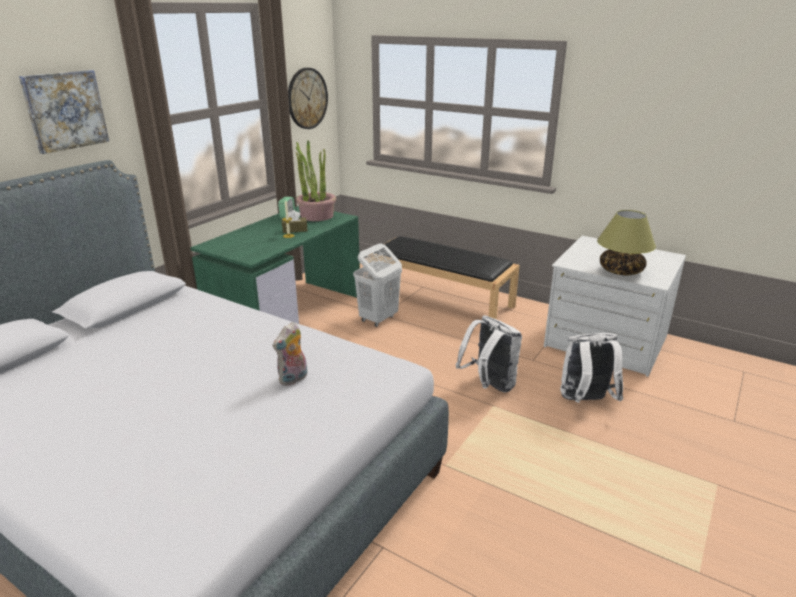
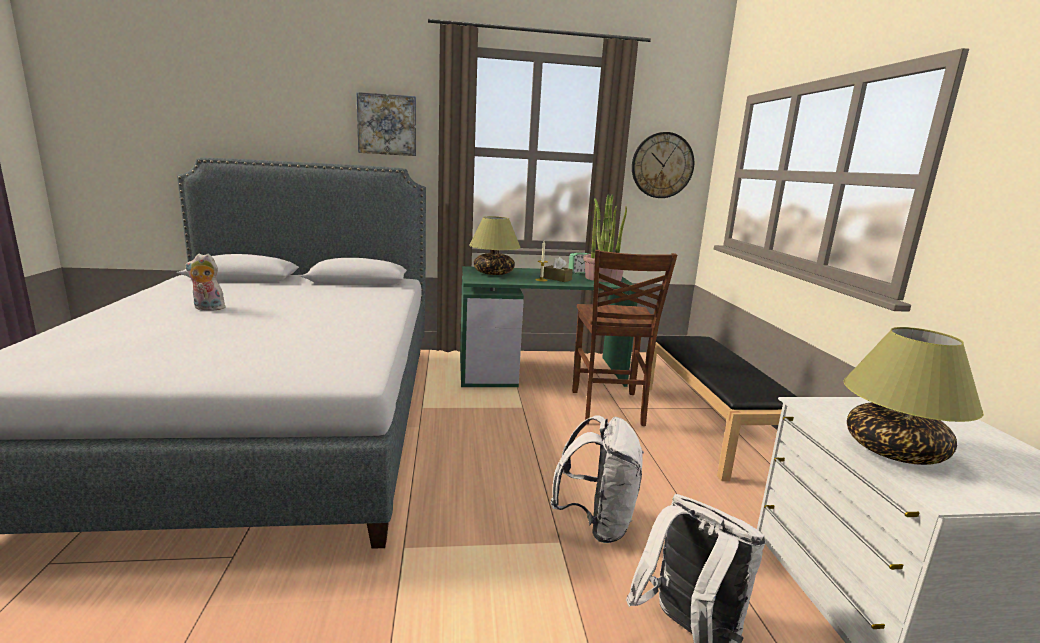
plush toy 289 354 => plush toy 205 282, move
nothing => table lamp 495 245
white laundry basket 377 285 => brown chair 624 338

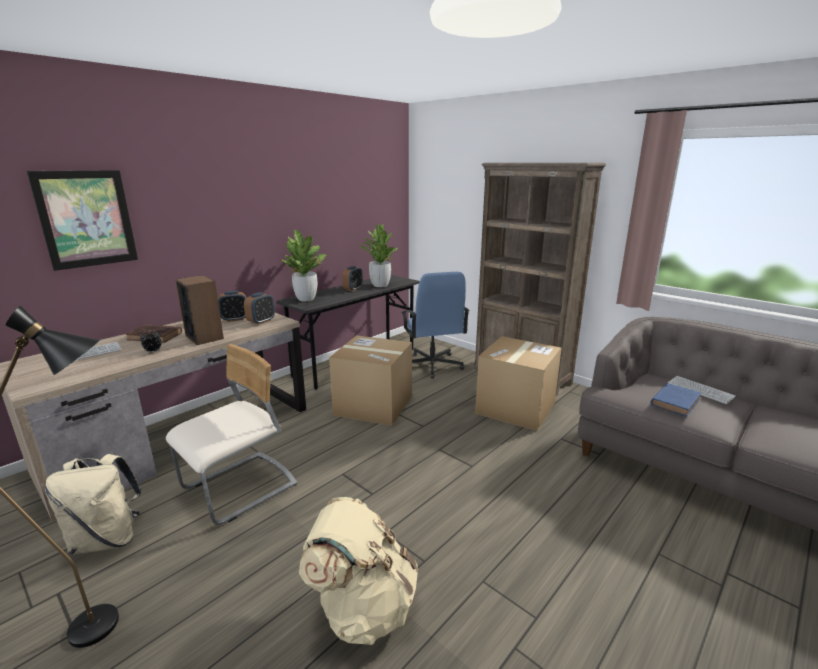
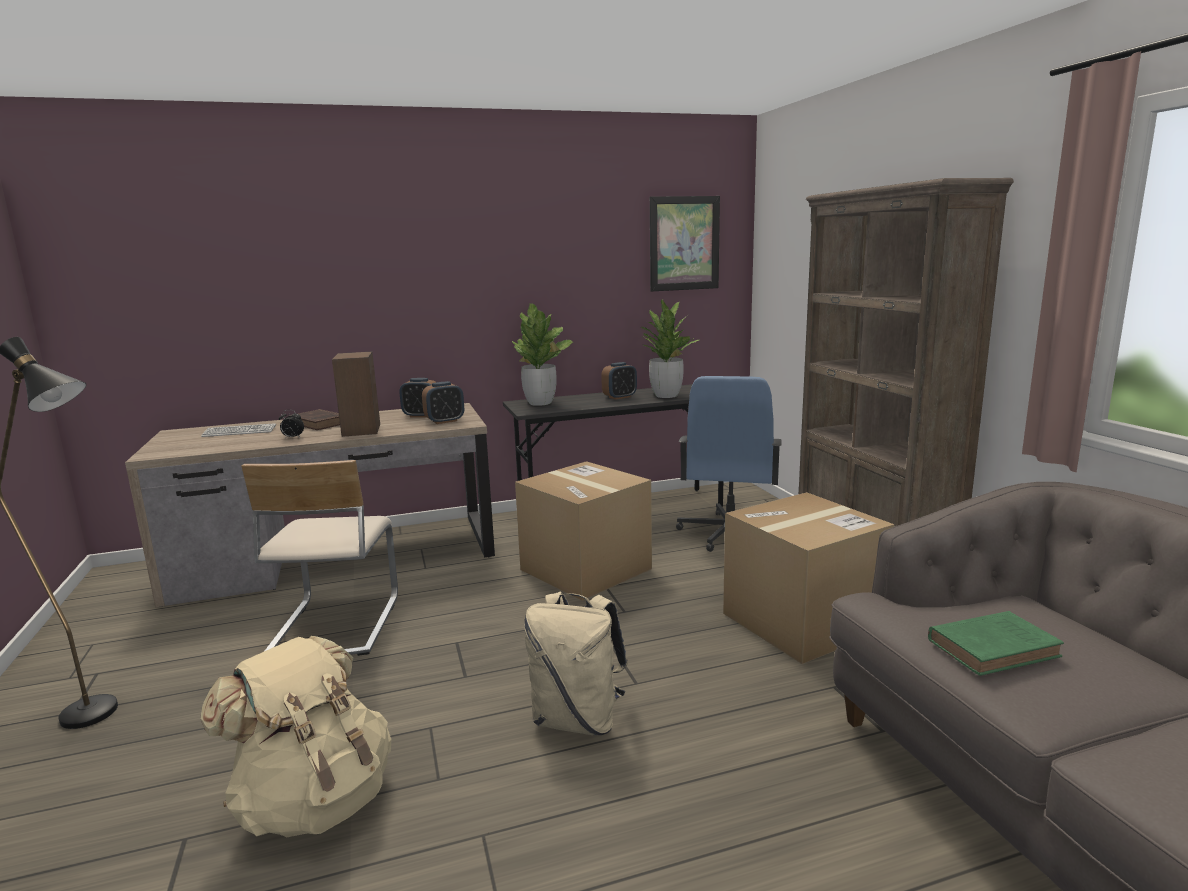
beige chair 231 434 => beige chair 319 558, 105 degrees clockwise
beige backpack 93 504 => beige backpack 576 663, move
picture 82 220 => picture 685 244, move
blue book 676 400 => green book 996 643
keyboard 702 390 => nothing

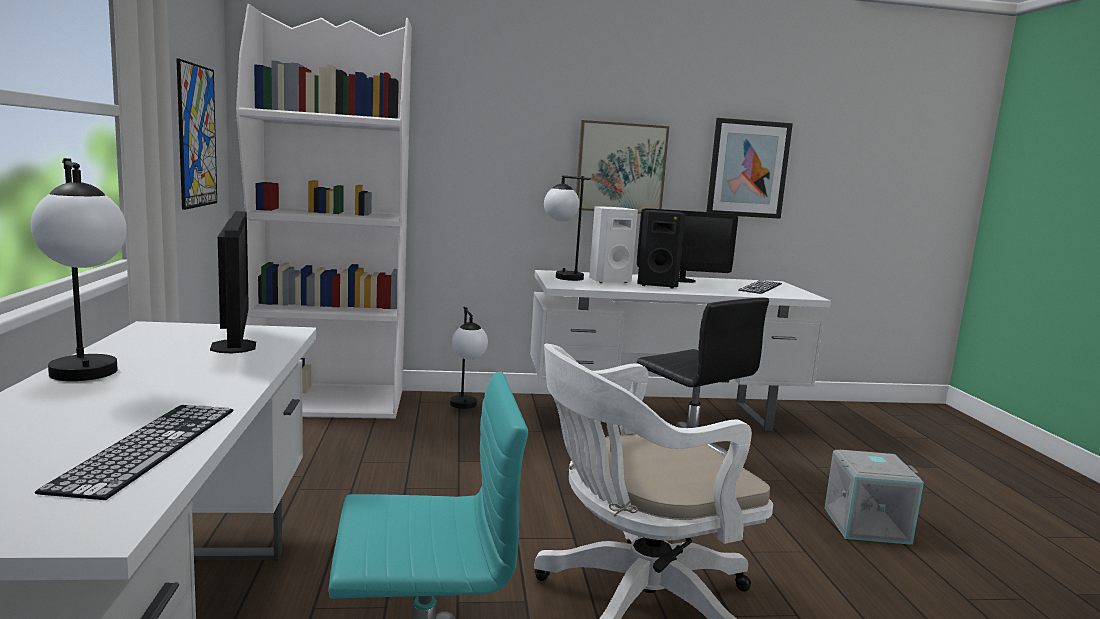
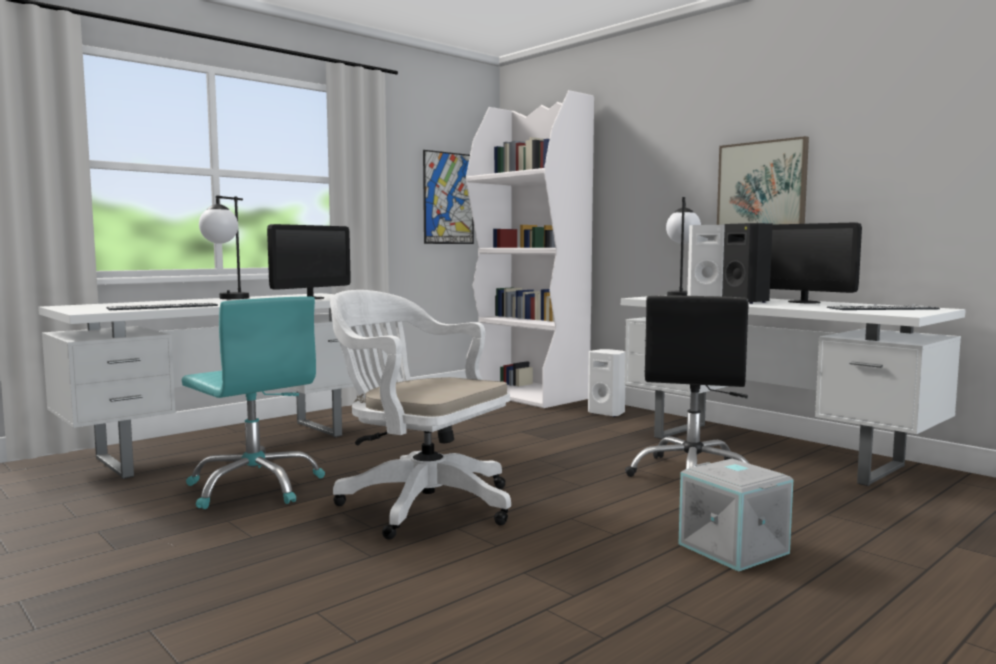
table lamp 469 358 => white speaker 606 383
picture 750 168 => nothing

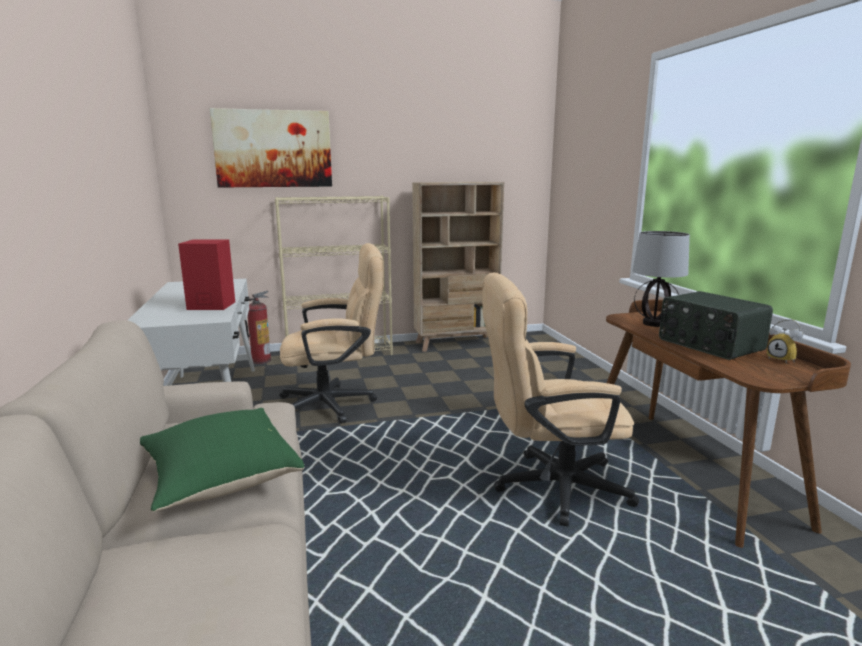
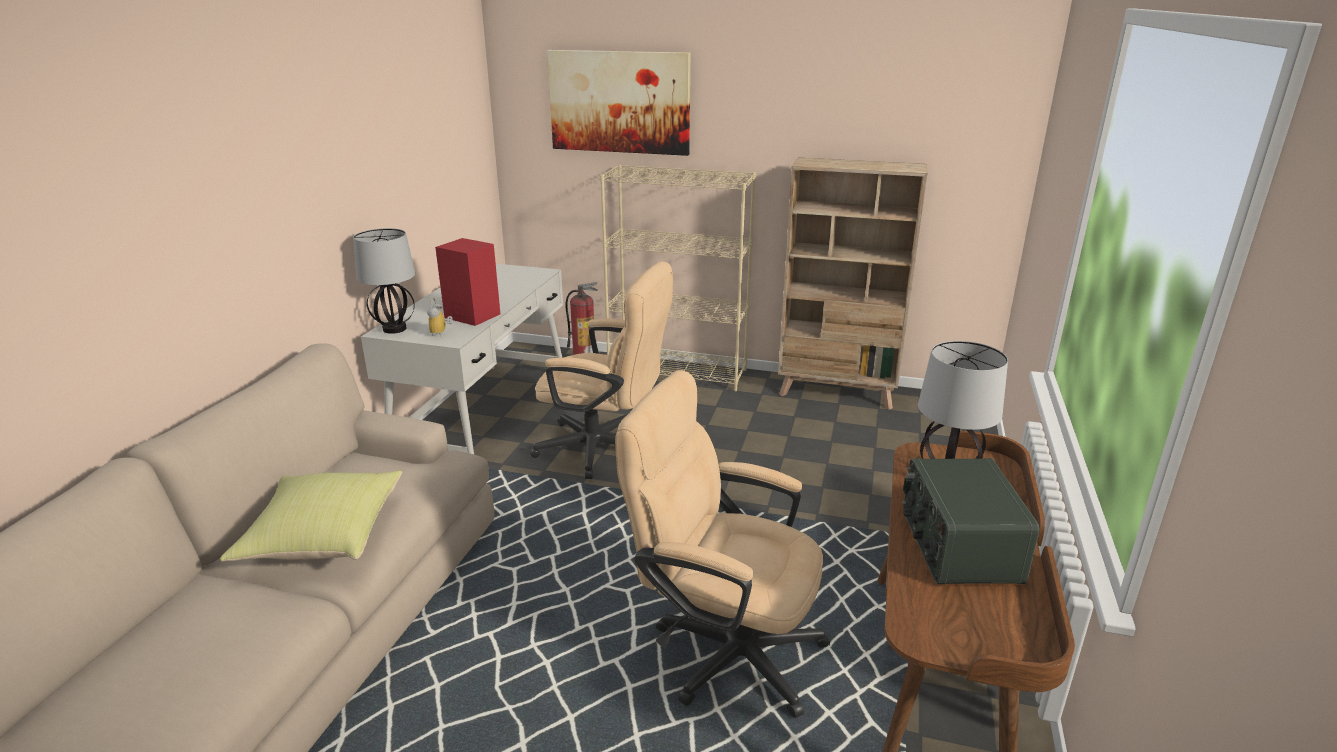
green pillow 222 460 => yellow pillow 311 516
nothing => table lamp 384 281
alarm clock 785 341 => alarm clock 440 317, move

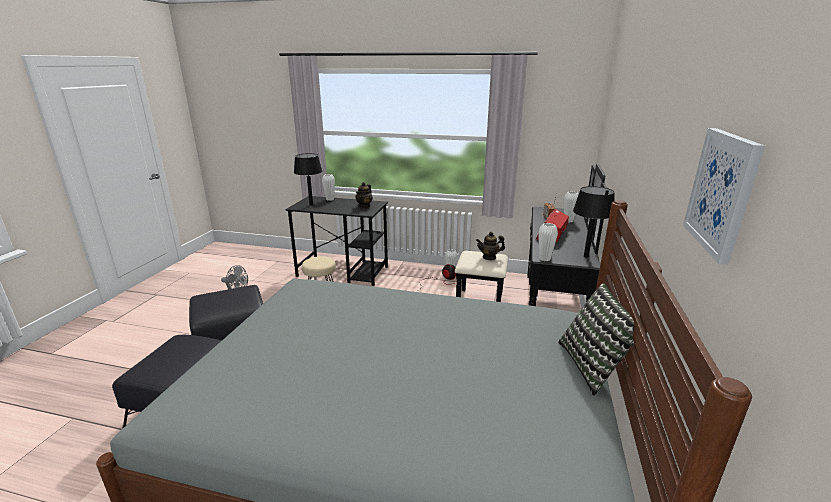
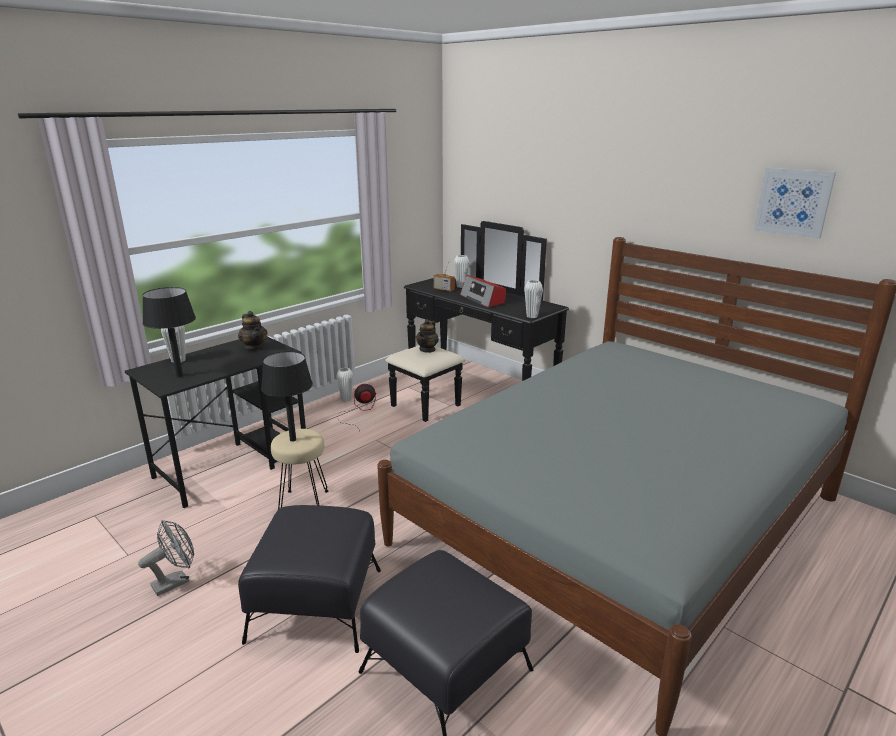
black table lamp 594 222 => black table lamp 287 396, move
pillow 596 339 => nothing

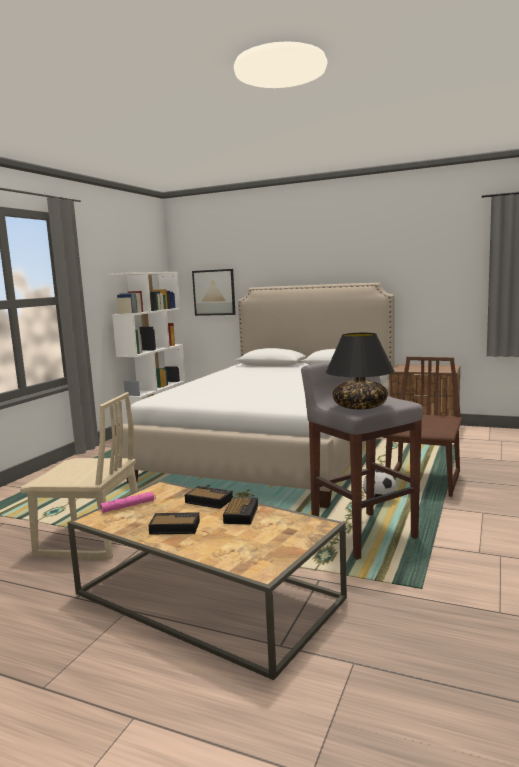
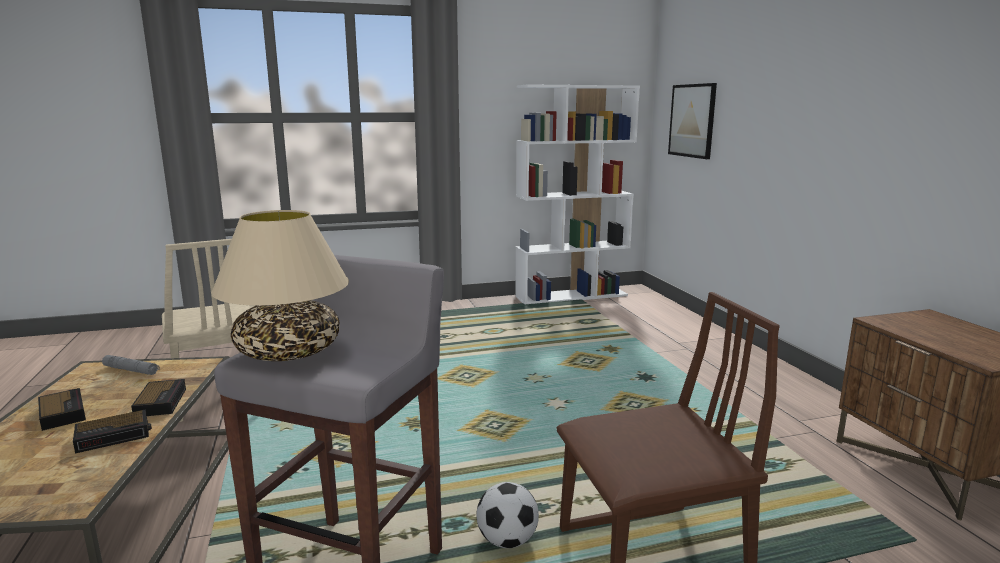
pink flashlight 128 502 => grey flashlight 131 365
black table lamp 360 371 => beige table lamp 280 285
bed 257 395 => nothing

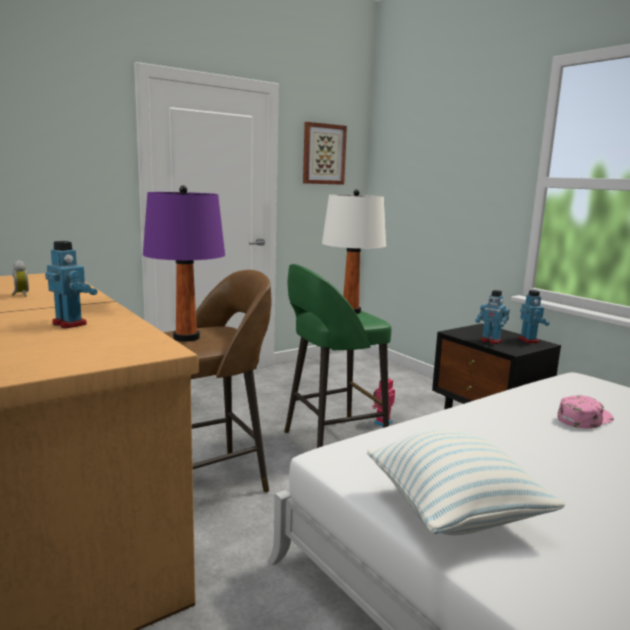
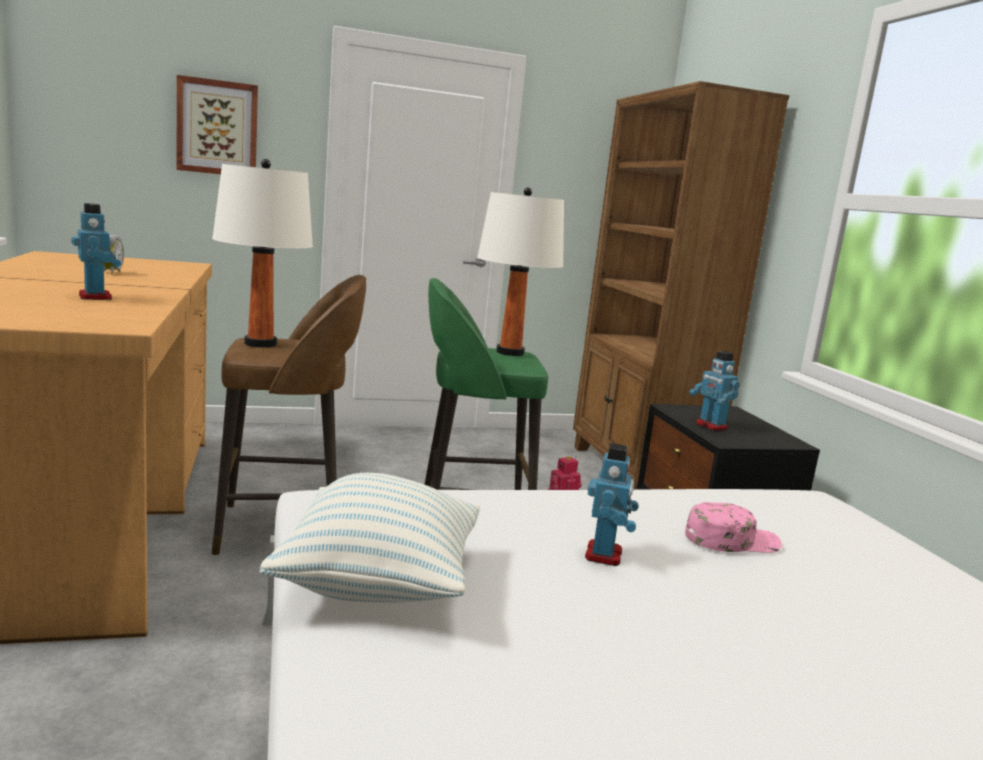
picture 325 153 => picture 217 124, move
purple table lamp 184 263 => white table lamp 262 253
nothing => brown bookcase 681 285
toy robot 534 316 => toy robot 612 504, move

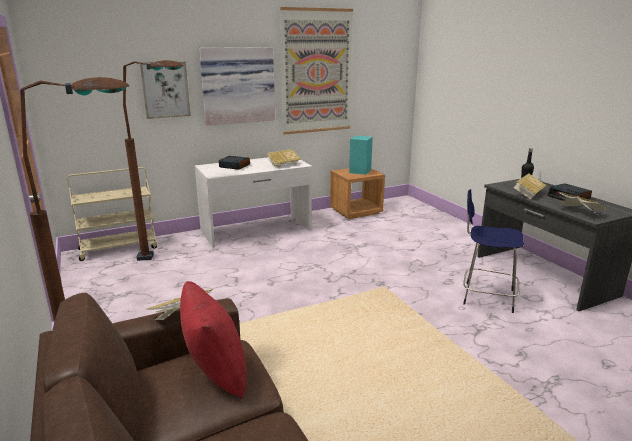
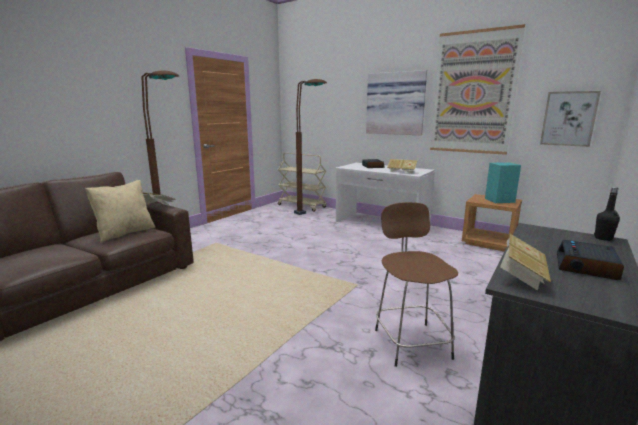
red pillow 213 340 => beige pillow 120 211
blue stool 493 251 => brown stool 416 284
picture 165 90 => picture 570 119, move
book 529 187 => nothing

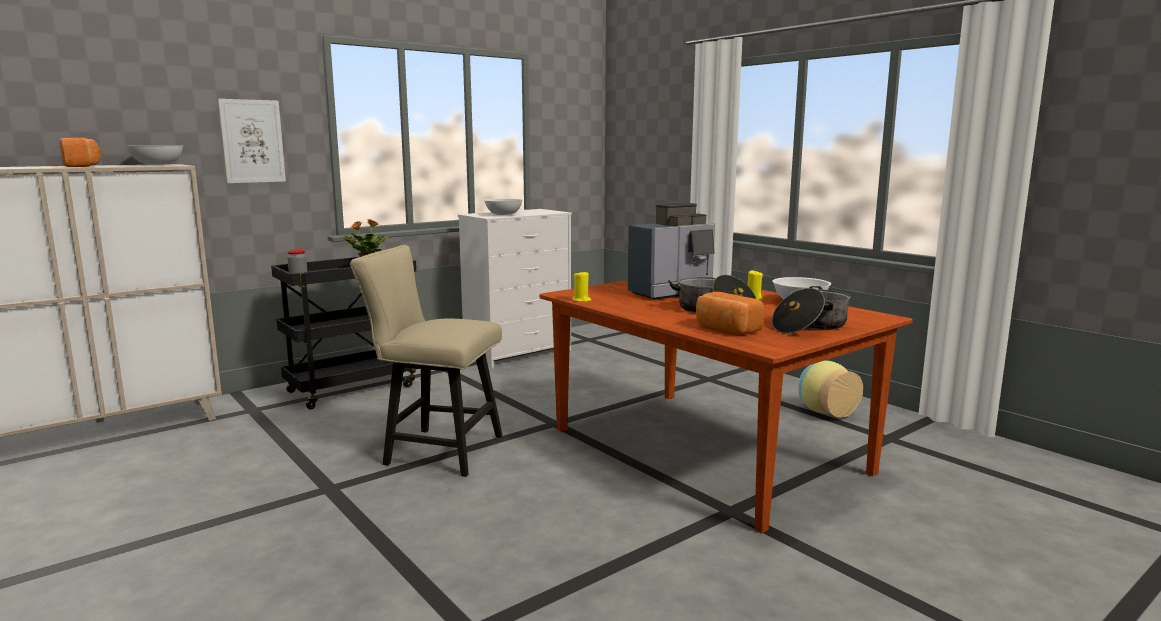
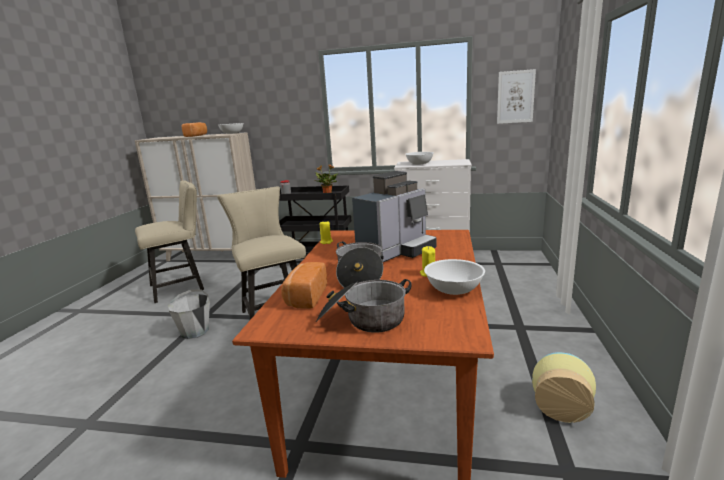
nothing => beige chair 169 241
nothing => grey bucket 189 314
coffee machine 671 251 => coffee machine 394 216, 60 degrees counterclockwise
picture 252 141 => picture 516 96, move

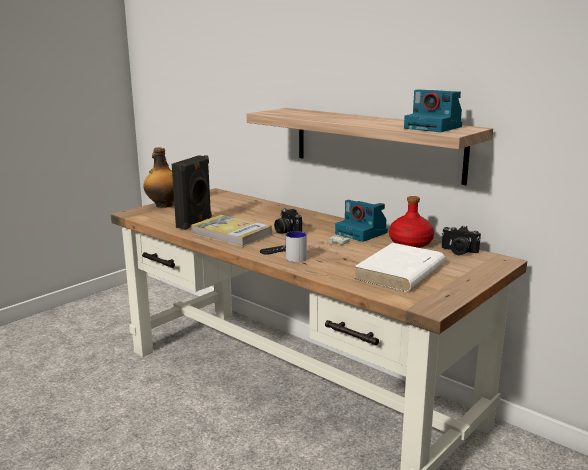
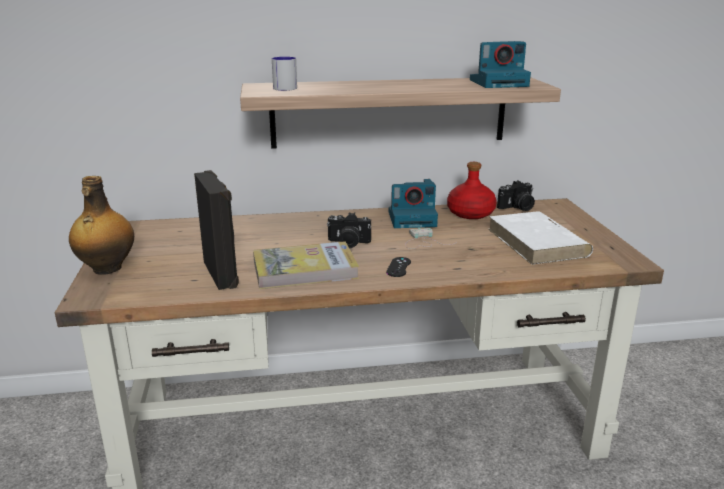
mug 296 246 => mug 284 74, move

